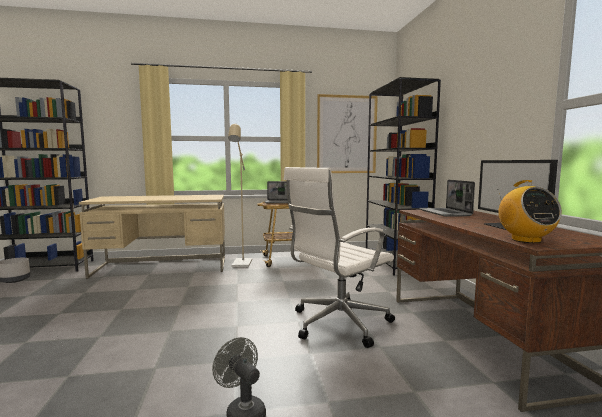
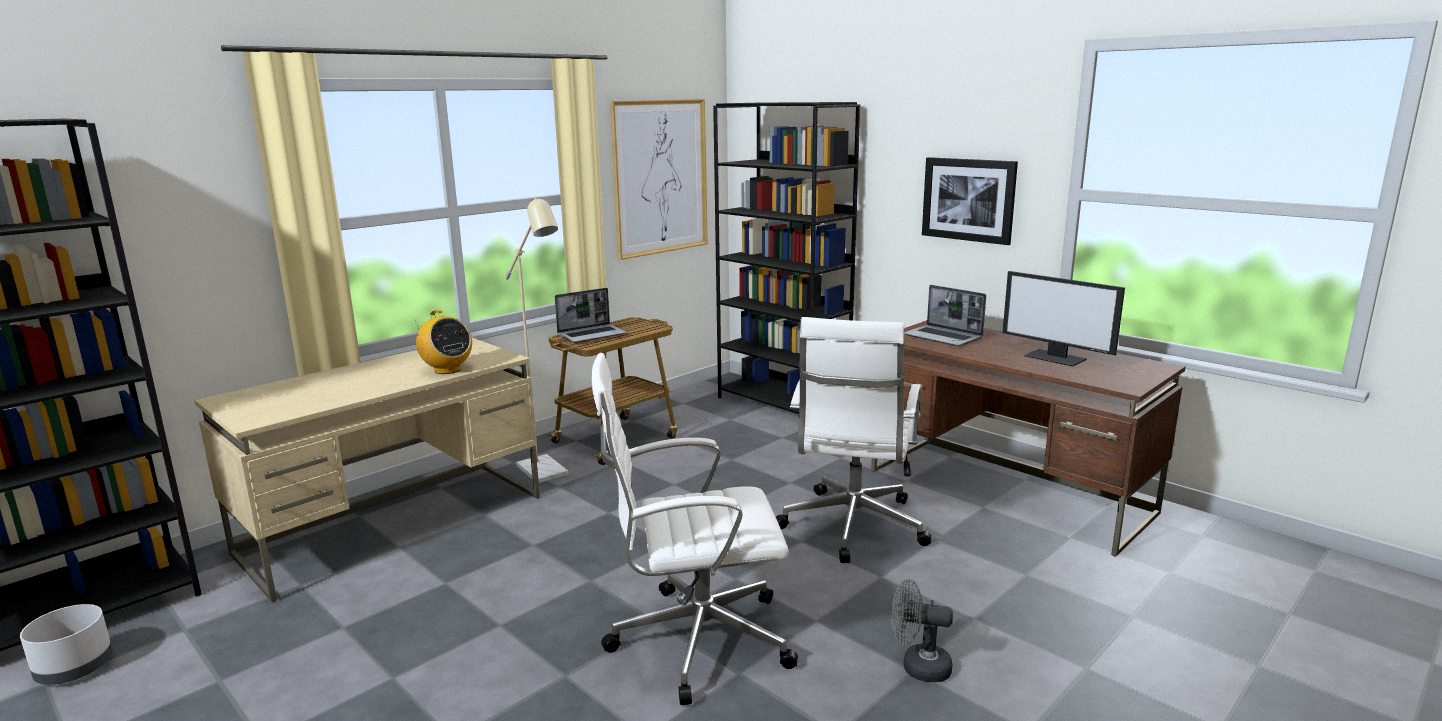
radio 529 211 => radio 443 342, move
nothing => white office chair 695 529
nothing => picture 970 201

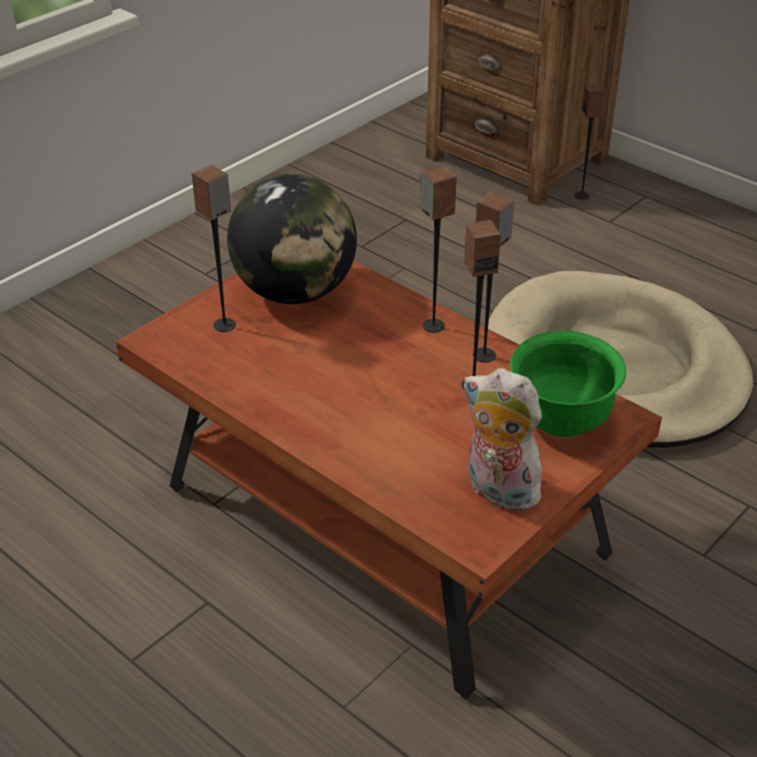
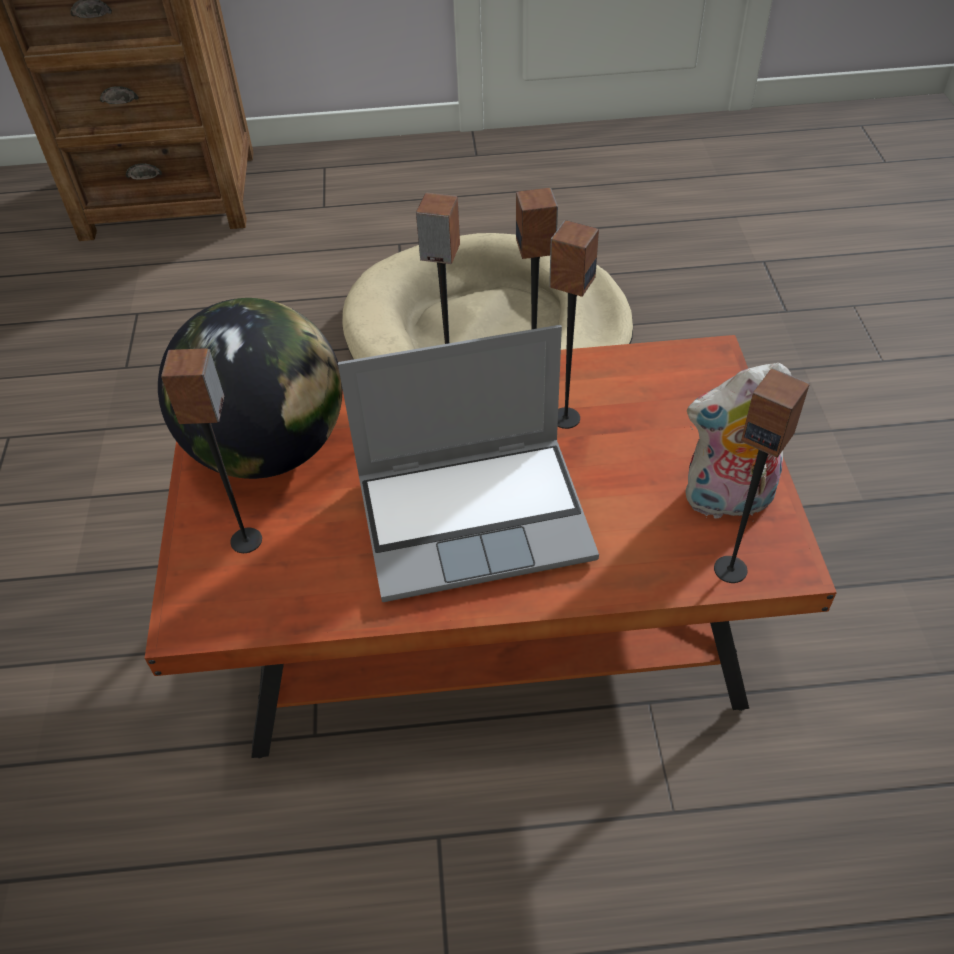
nothing => laptop 468 463
speaker 590 142 => speaker 762 475, move
green bowl 568 384 => nothing

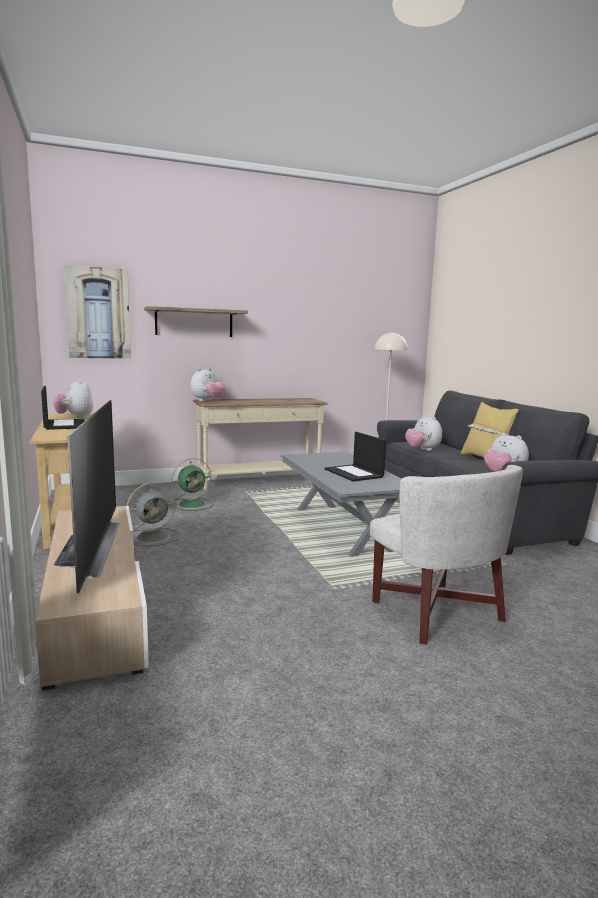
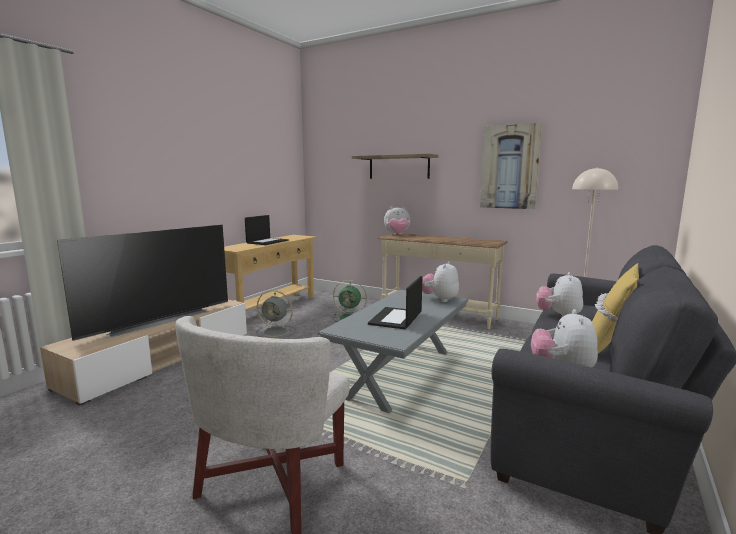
plush toy 73 398 => plush toy 440 281, move
picture 97 312 => picture 511 166, move

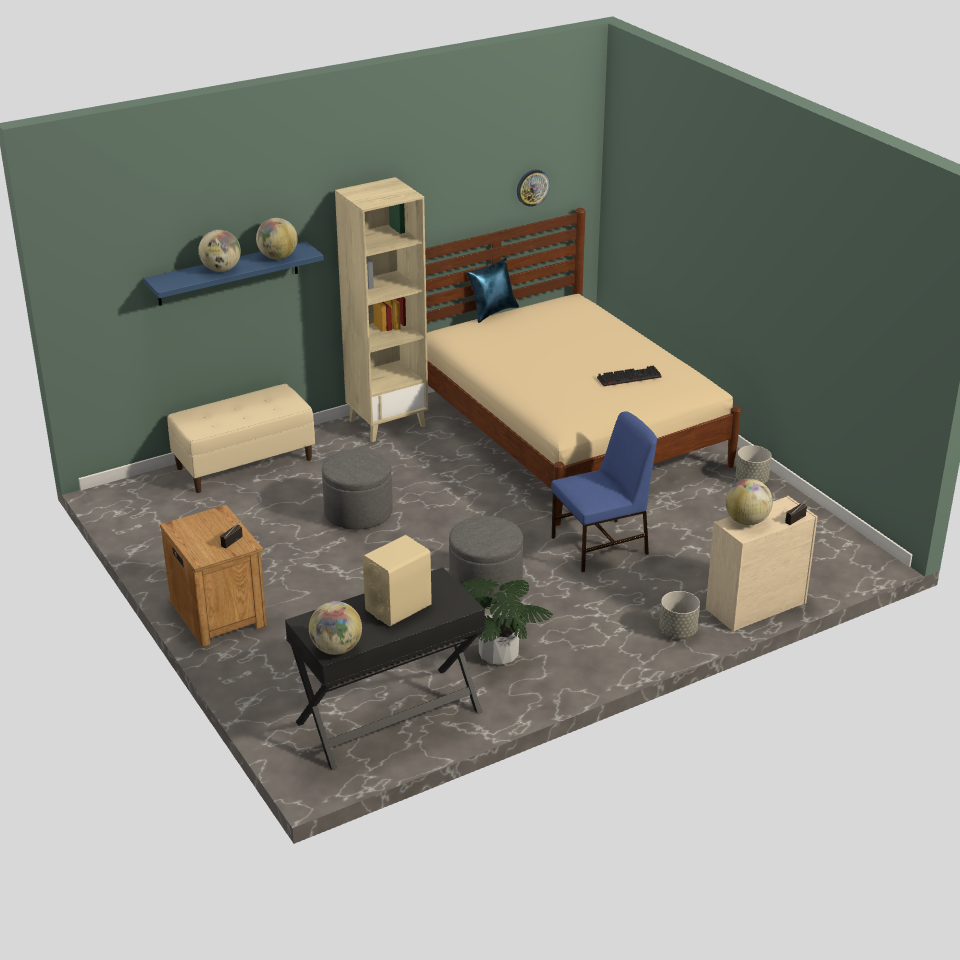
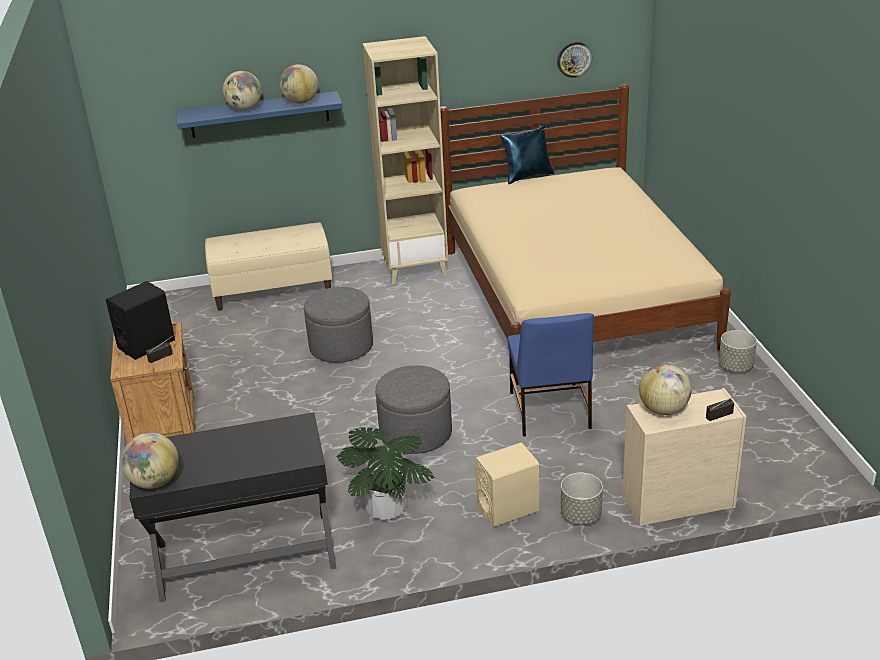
nothing => black speaker 140 320
beige speaker 397 581 => beige speaker 507 484, move
blue chair 604 491 => blue chair 551 375, 90 degrees clockwise
keyboard 629 375 => nothing

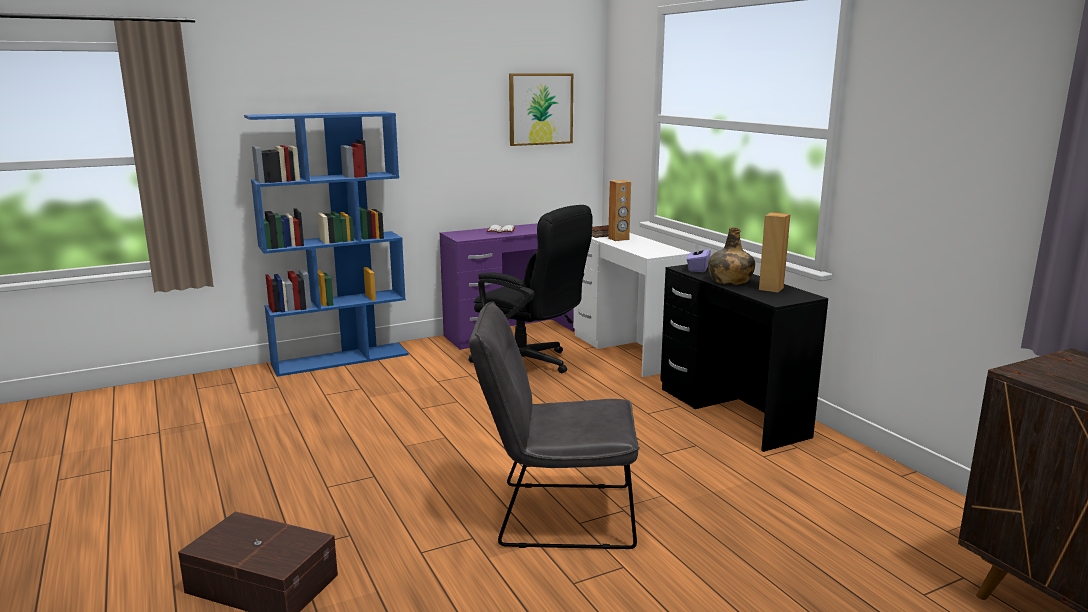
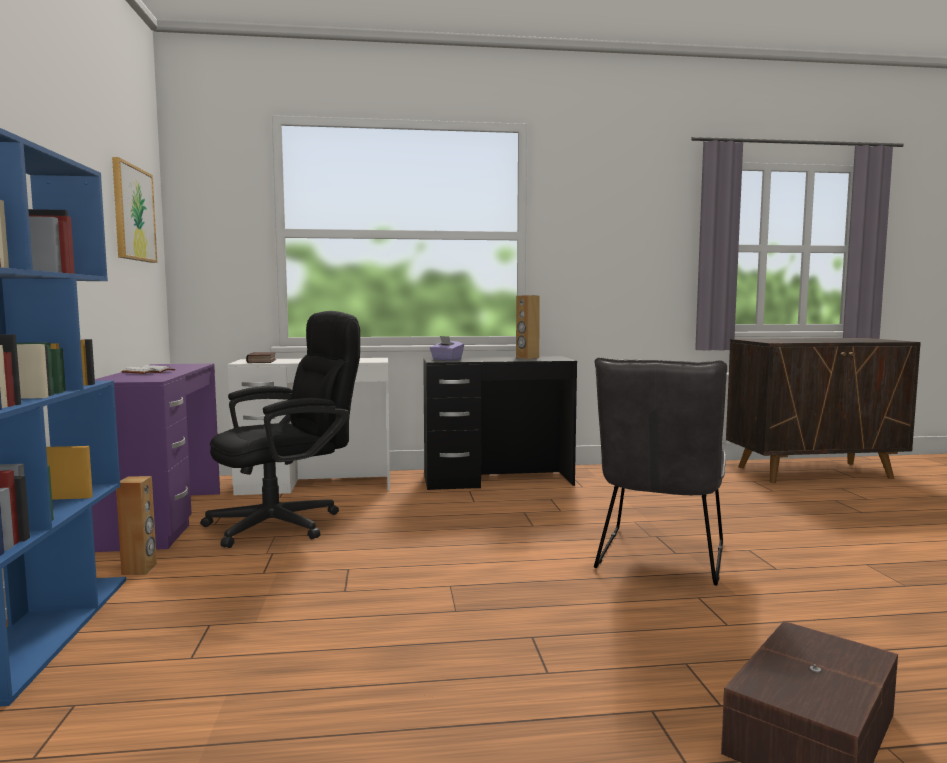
brown speaker 619 210 => brown speaker 136 525, move
green bottle 731 256 => nothing

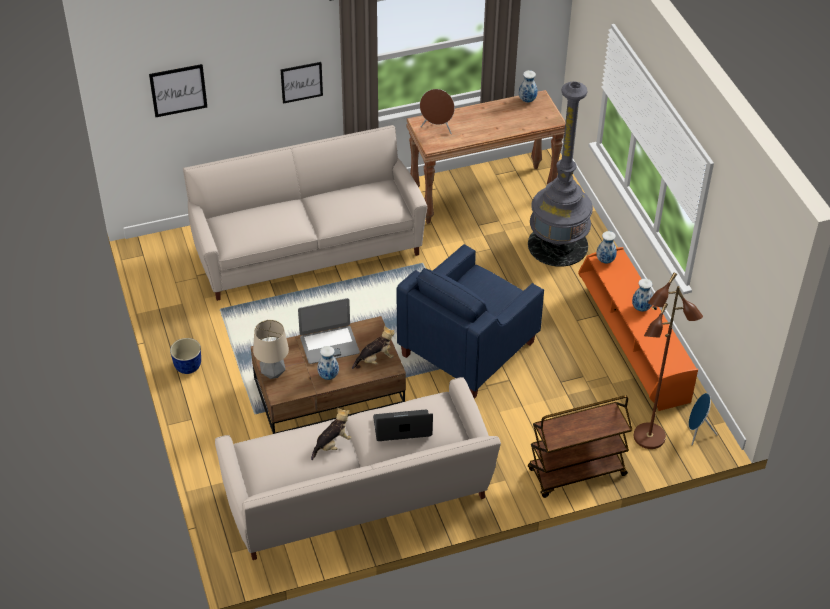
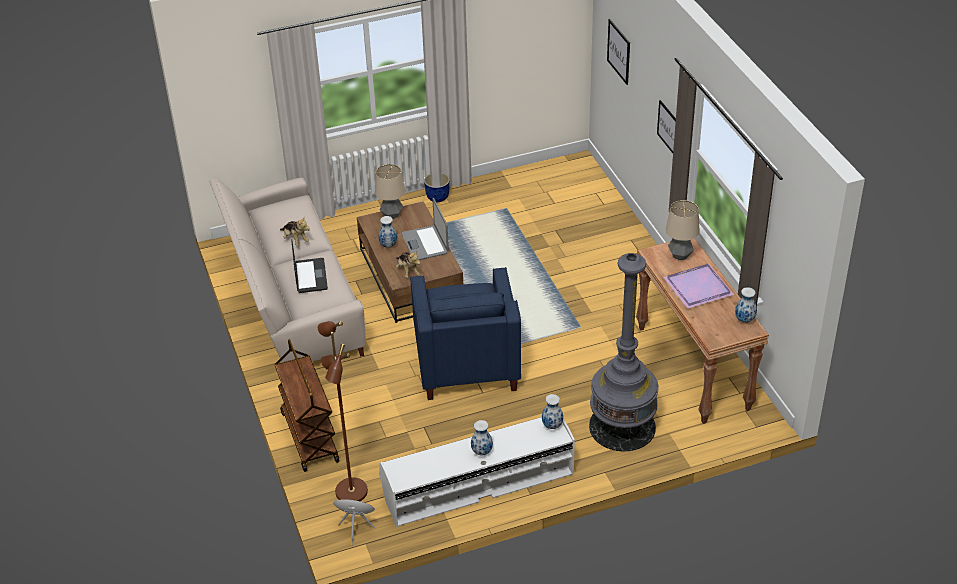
orange tv stand 638 329 => white tv stand 477 472
blue armchair 470 321 => blue armchair 465 333, 135 degrees counterclockwise
nothing => purple tray 698 286
brown speaker 437 111 => table lamp 683 230
beige sofa 305 213 => nothing

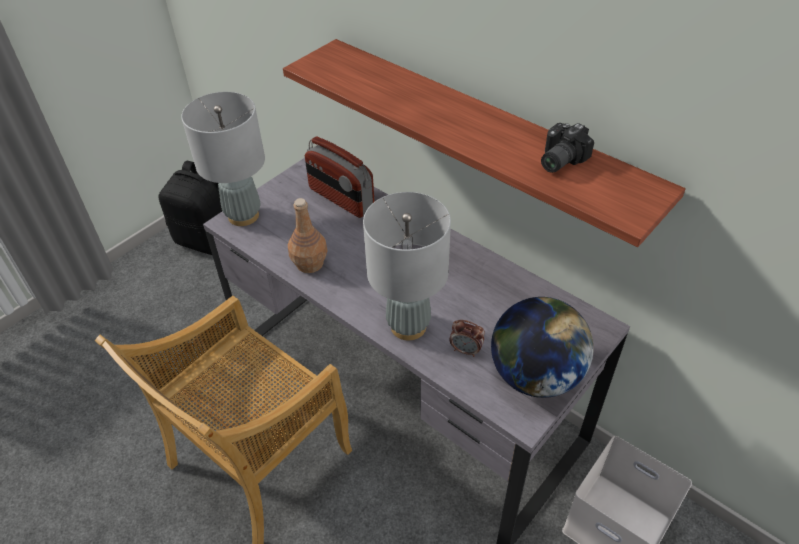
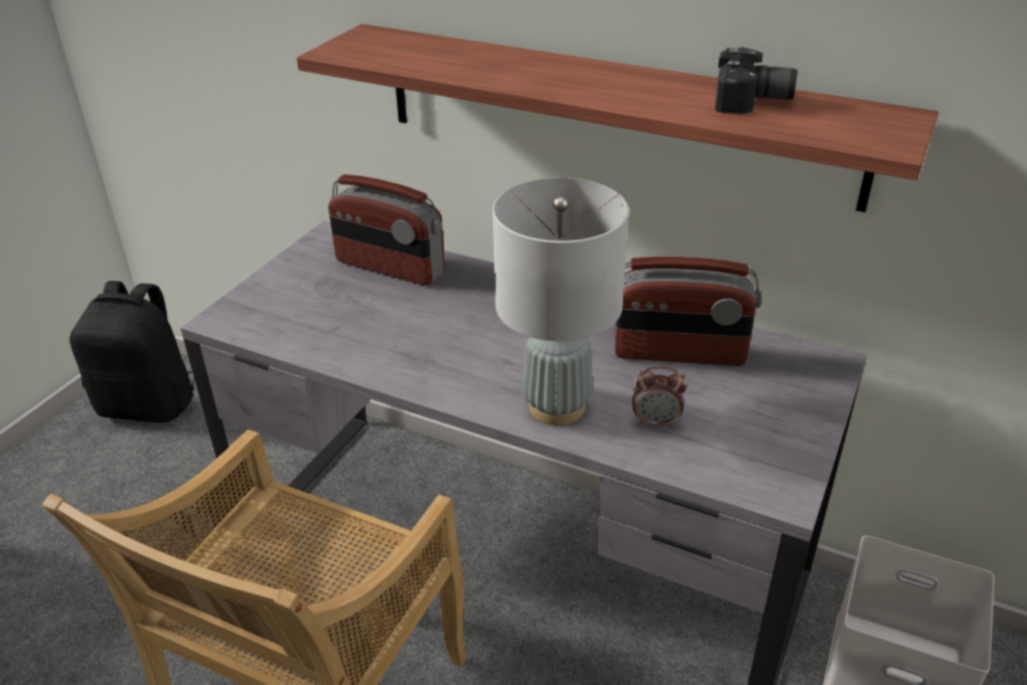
nothing => radio 688 311
photo camera 567 148 => photo camera 756 80, 105 degrees counterclockwise
grey table lamp 223 159 => nothing
brown bottle 307 235 => nothing
globe 542 347 => nothing

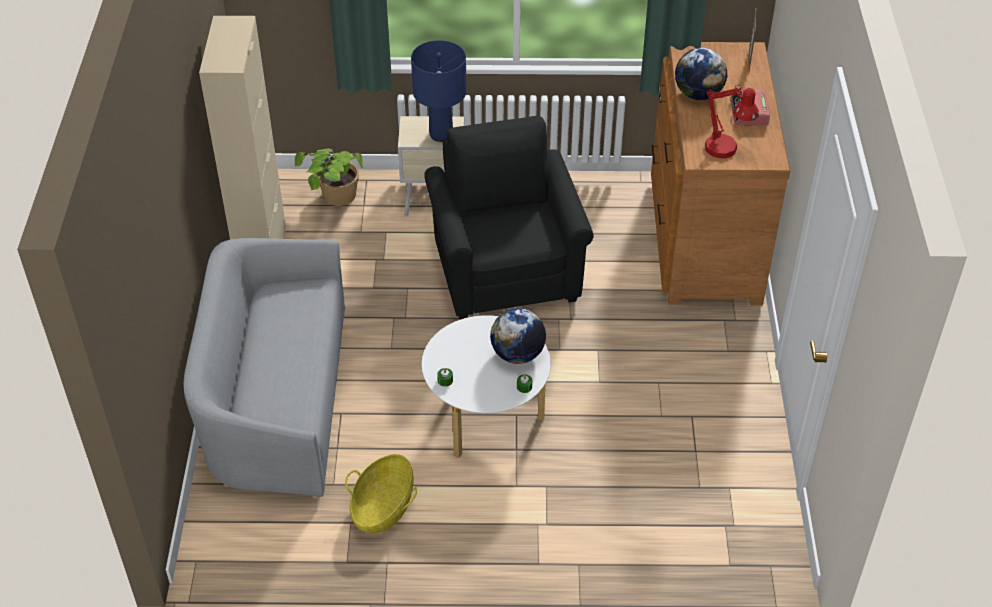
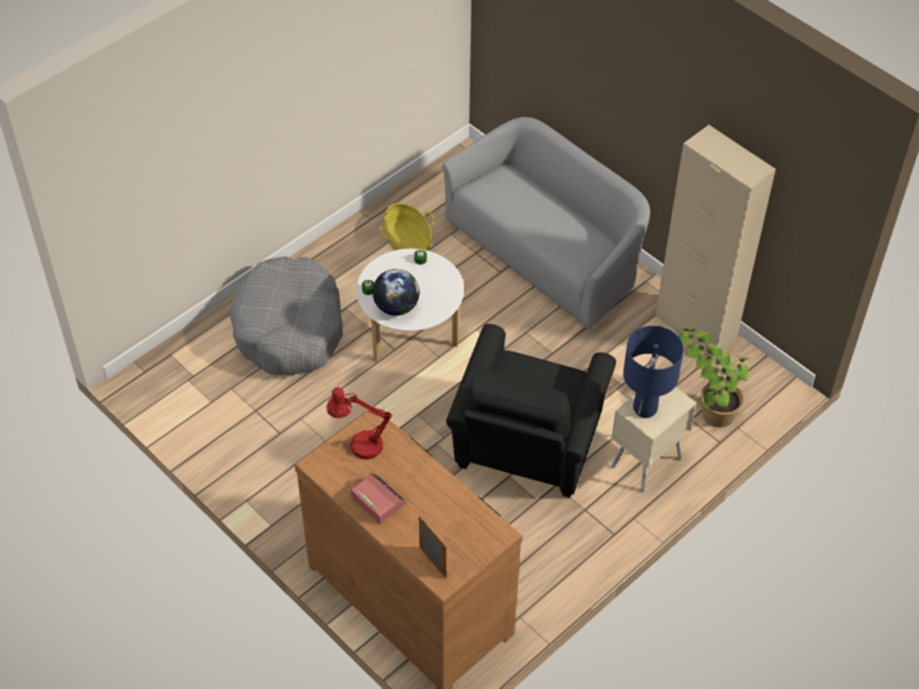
nothing => grey dog bed 286 316
black armchair 509 218 => black armchair 531 411, 75 degrees clockwise
globe 701 74 => nothing

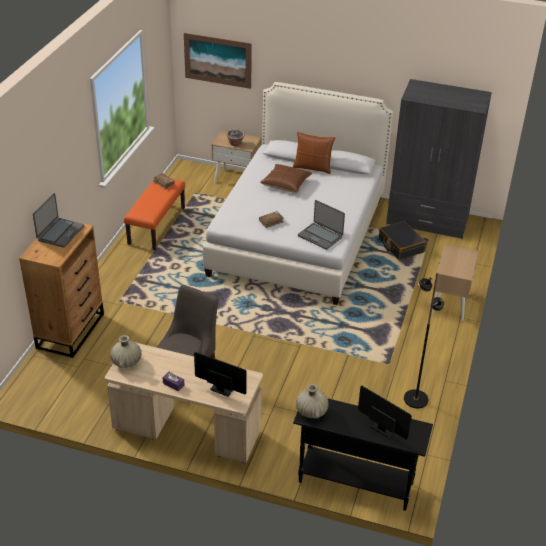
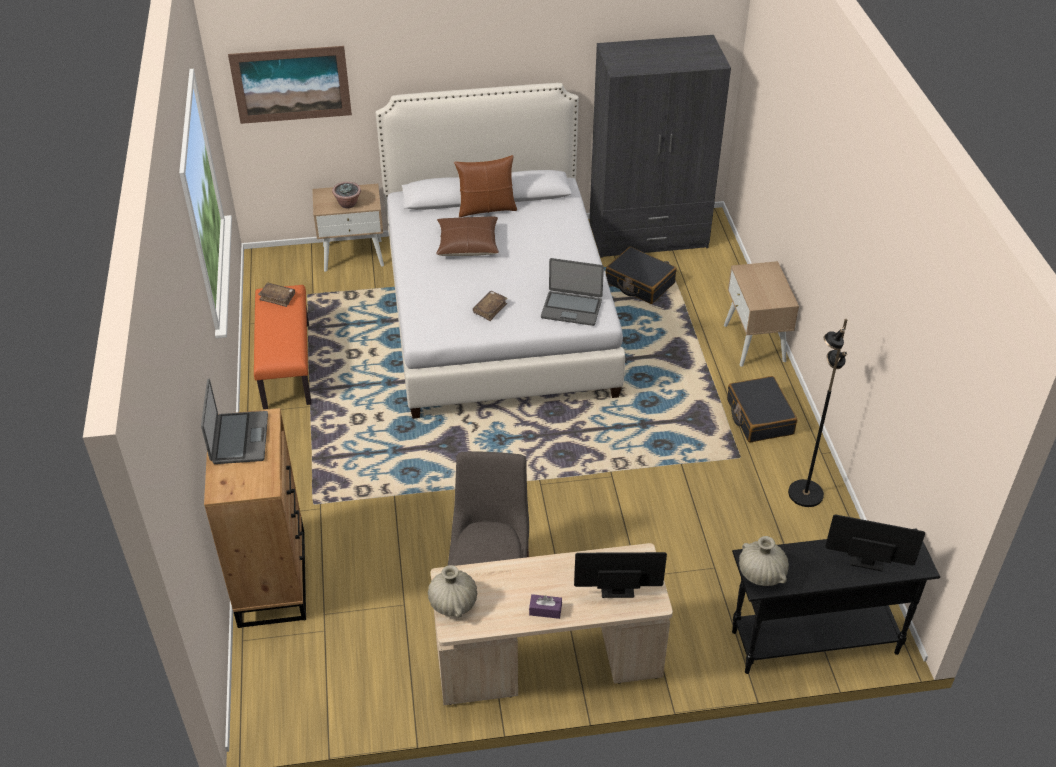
nothing => black suitcase 762 409

